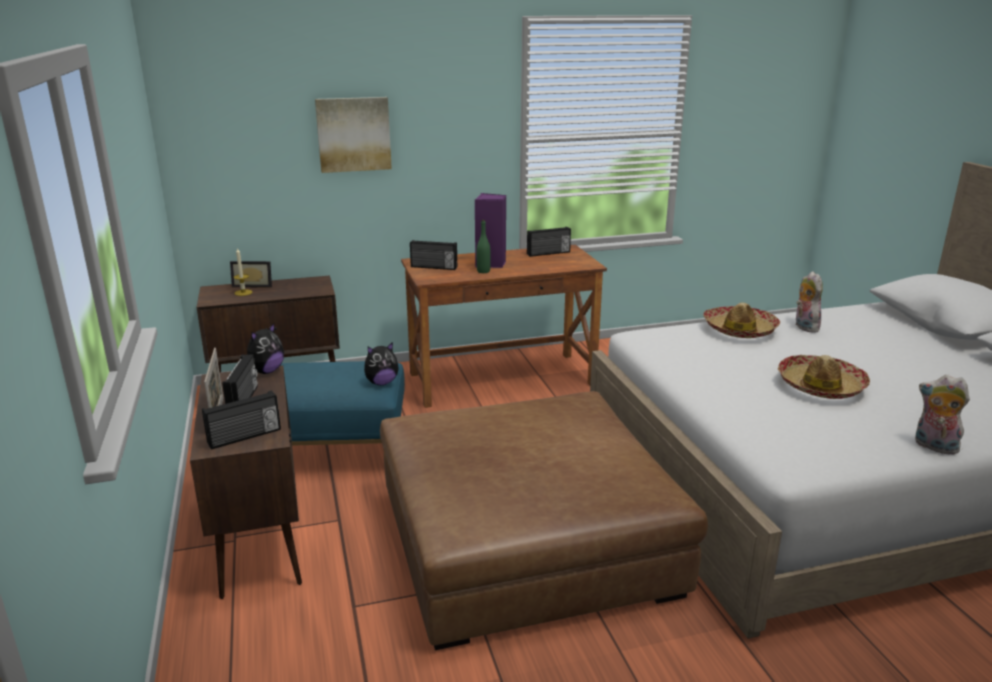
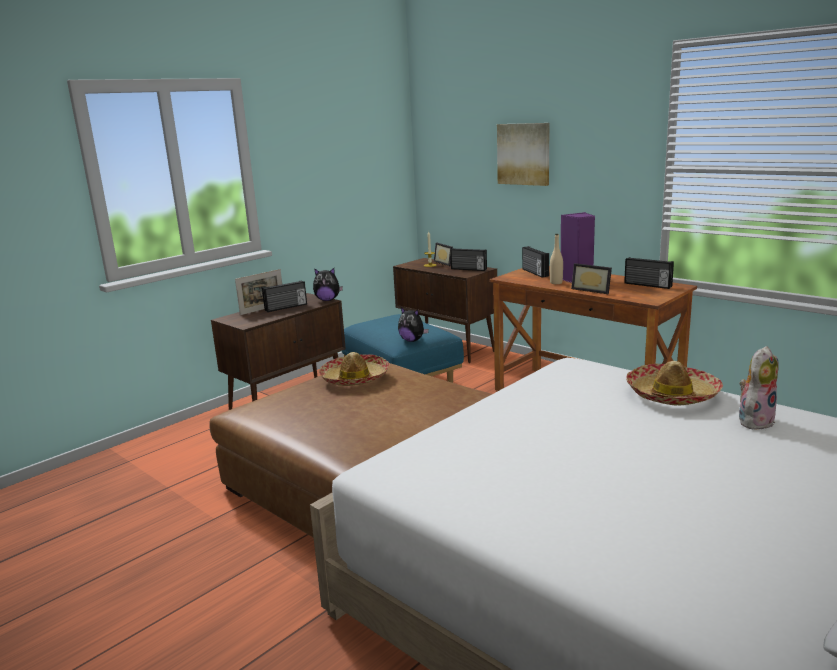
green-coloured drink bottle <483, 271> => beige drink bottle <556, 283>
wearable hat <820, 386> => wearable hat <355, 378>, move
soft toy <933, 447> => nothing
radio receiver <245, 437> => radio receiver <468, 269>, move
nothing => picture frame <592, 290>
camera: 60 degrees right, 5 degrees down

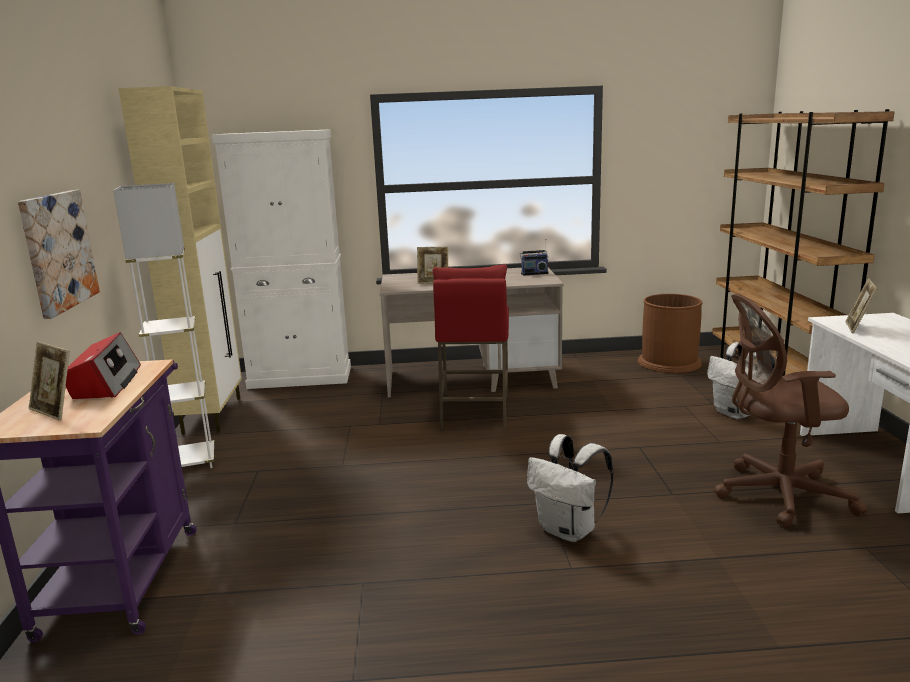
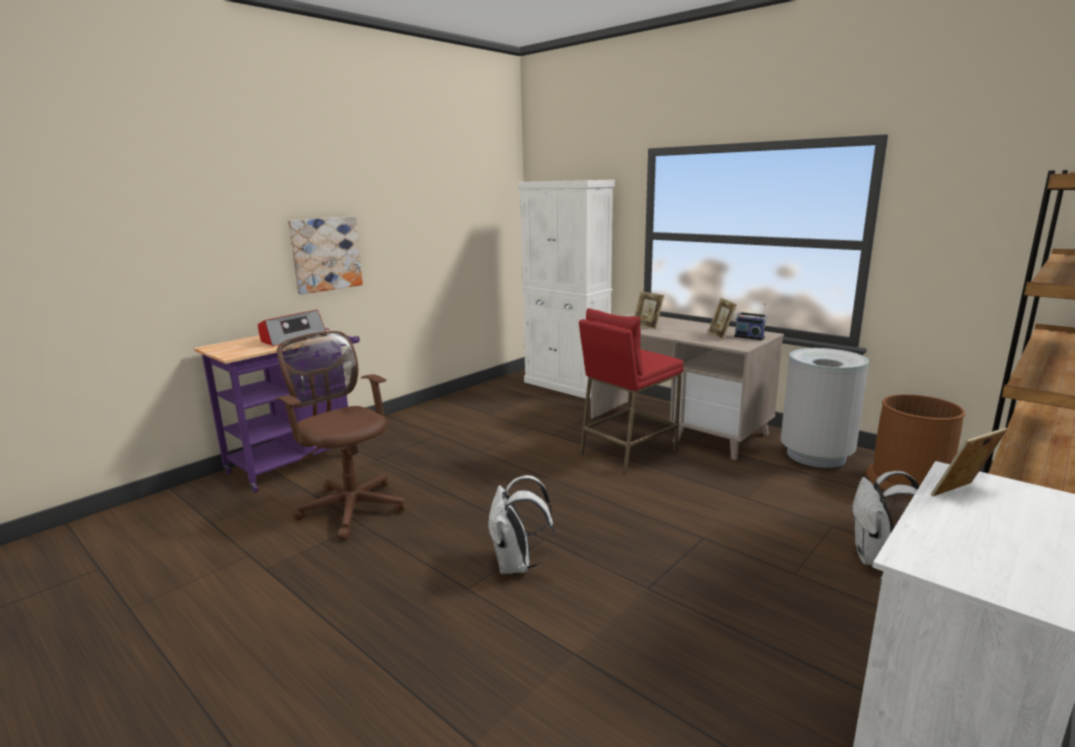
beige storage cabinet <213, 415> => nothing
white-coloured standard lamp <190, 462> => nothing
brown computer chair <776, 495> => brown computer chair <350, 506>, move
picture frame <55, 411> => picture frame <720, 336>, move
nothing => grey trash can <816, 455>
camera: 45 degrees right, 0 degrees up

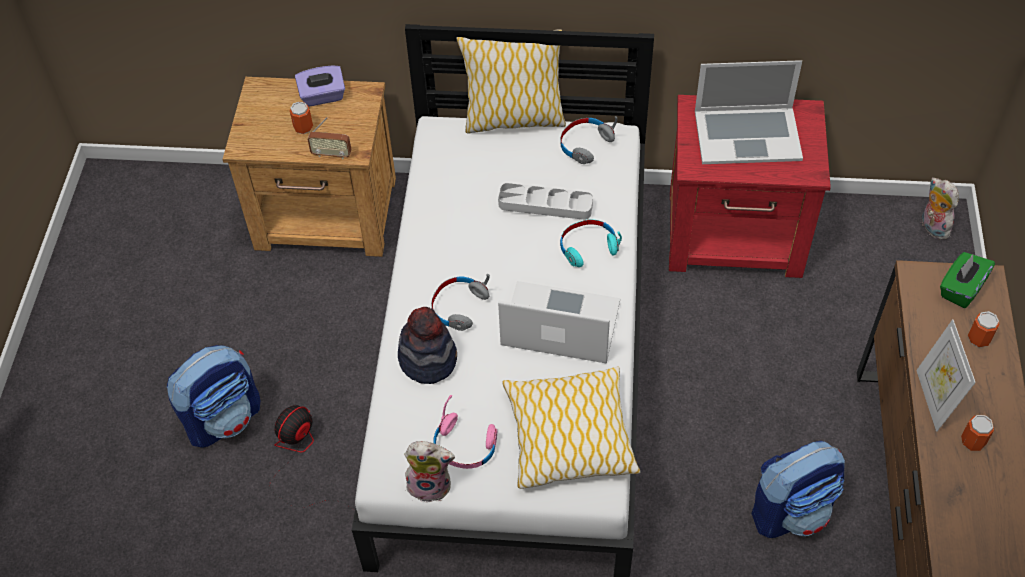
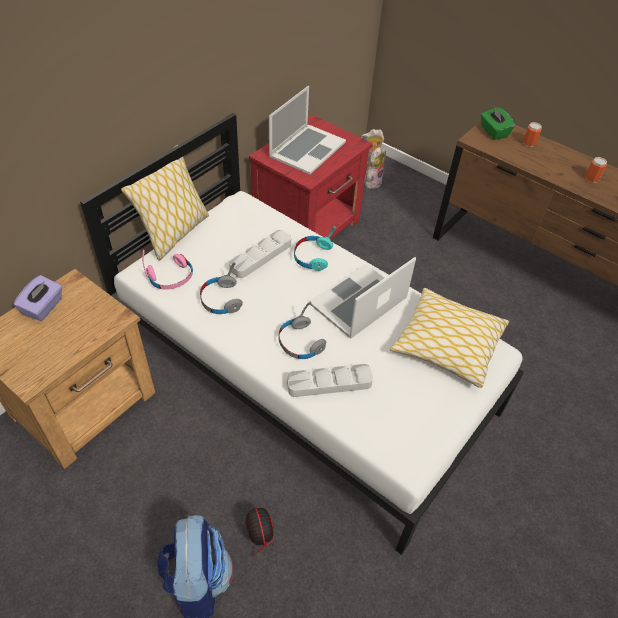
metal can <303, 127> => nothing
grey headphones <585, 144> => grey headphones <220, 300>, move
radio receiver <331, 154> => nothing
wearable hat <428, 359> => grey serving tray <329, 383>
picture frame <933, 399> => nothing
pinkish headphones <465, 446> => pinkish headphones <171, 277>, move
soft toy <431, 484> => soft toy <372, 182>, move
backpack <791, 510> => nothing
camera: 60 degrees left, 5 degrees down

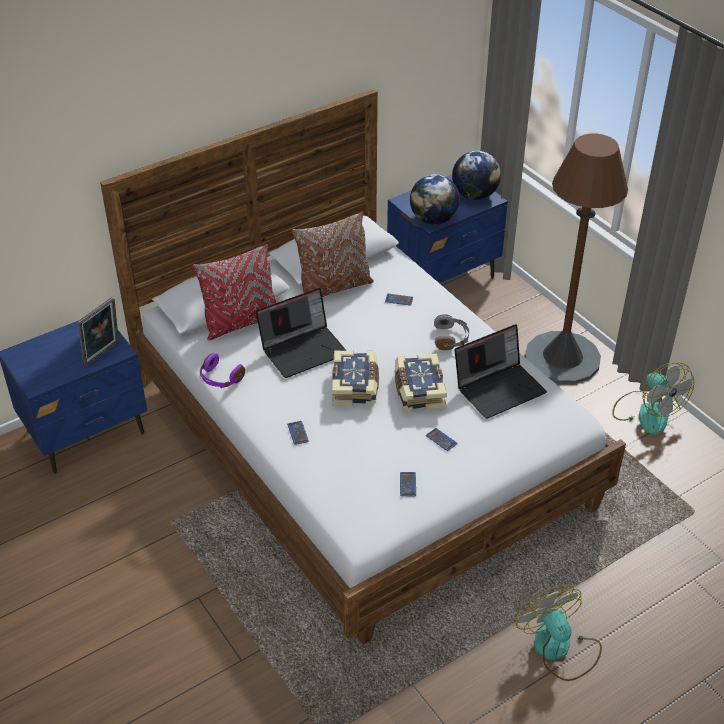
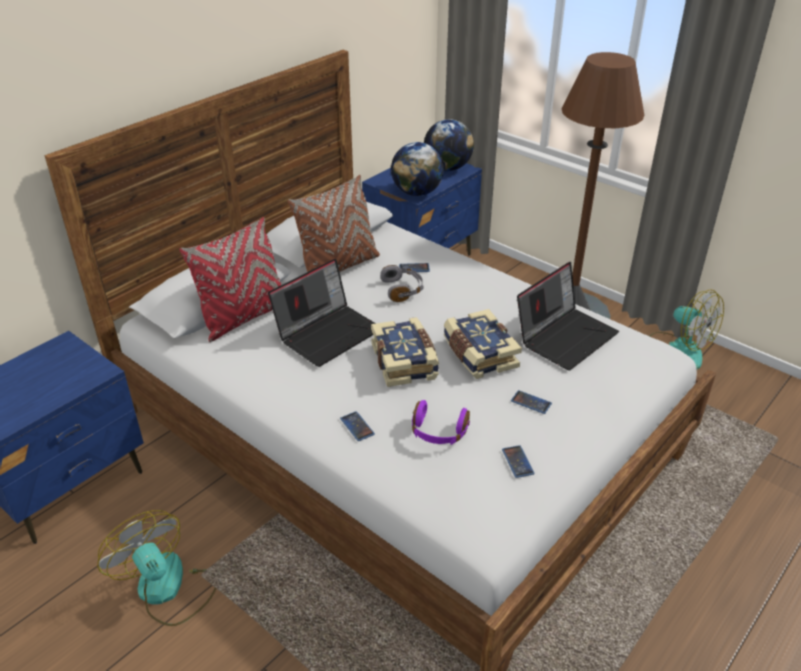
picture frame <103, 354> => nothing
grey headphones <451, 338> => grey headphones <402, 290>, move
purple-coloured headphones <220, 378> => purple-coloured headphones <438, 432>, move
fan <559, 648> => fan <168, 589>, move
camera: 15 degrees left, 5 degrees down

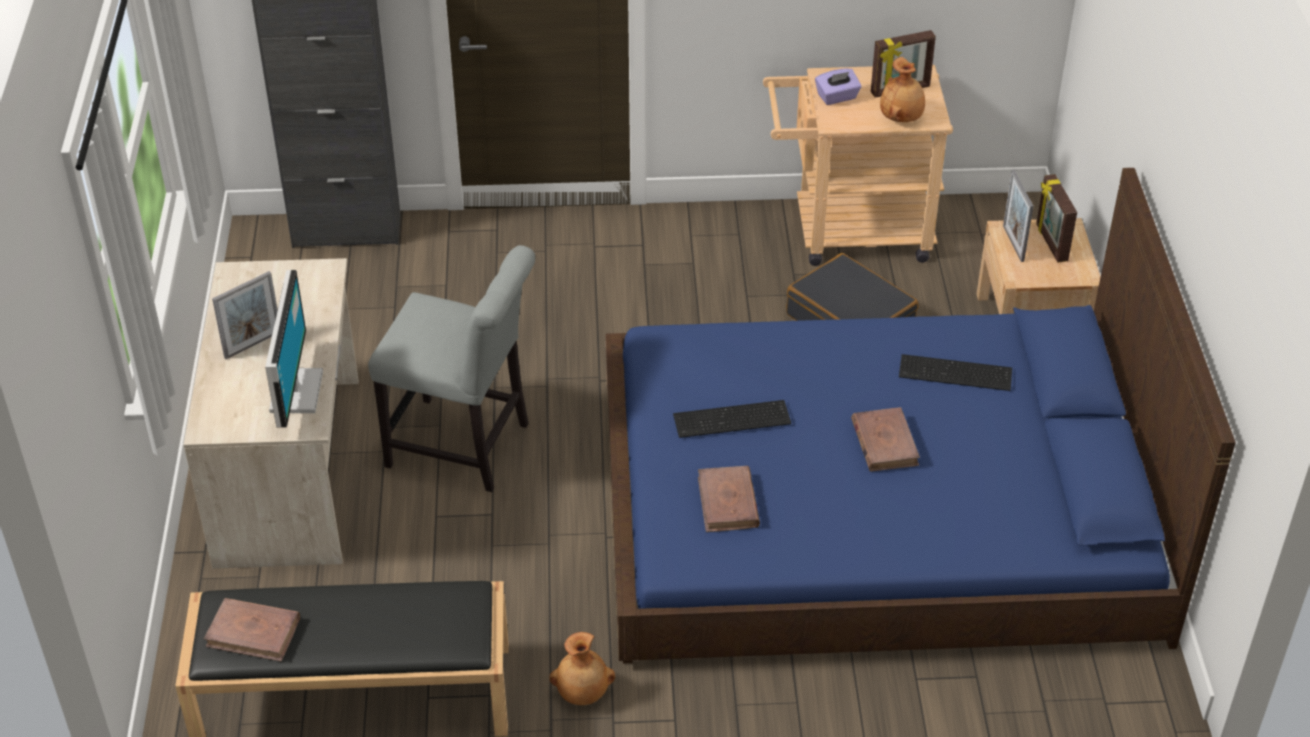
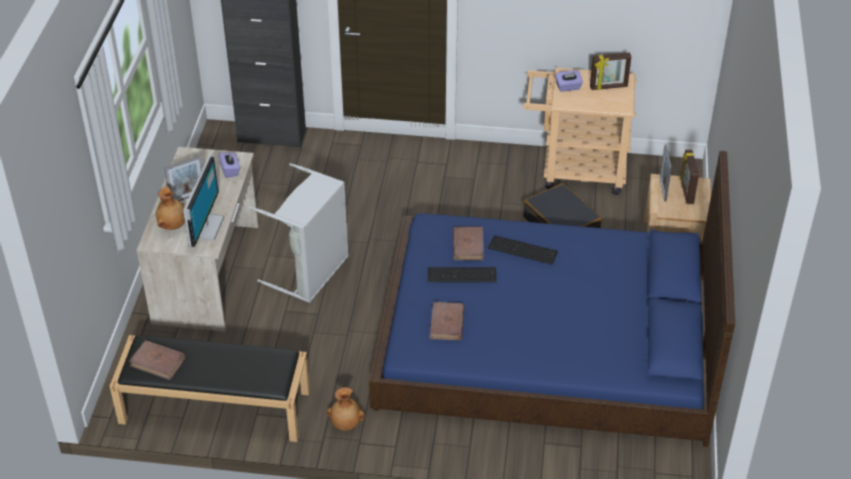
brown flower vase <901, 118> => brown flower vase <173, 225>, move
grey chair <465, 447> => grey washing basket <311, 273>
computer keyboard <956, 374> => computer keyboard <523, 251>, move
brown bound book <884, 442> => brown bound book <468, 245>, move
nothing => purple-coloured tissue box <230, 170>
camera: 10 degrees right, 0 degrees up

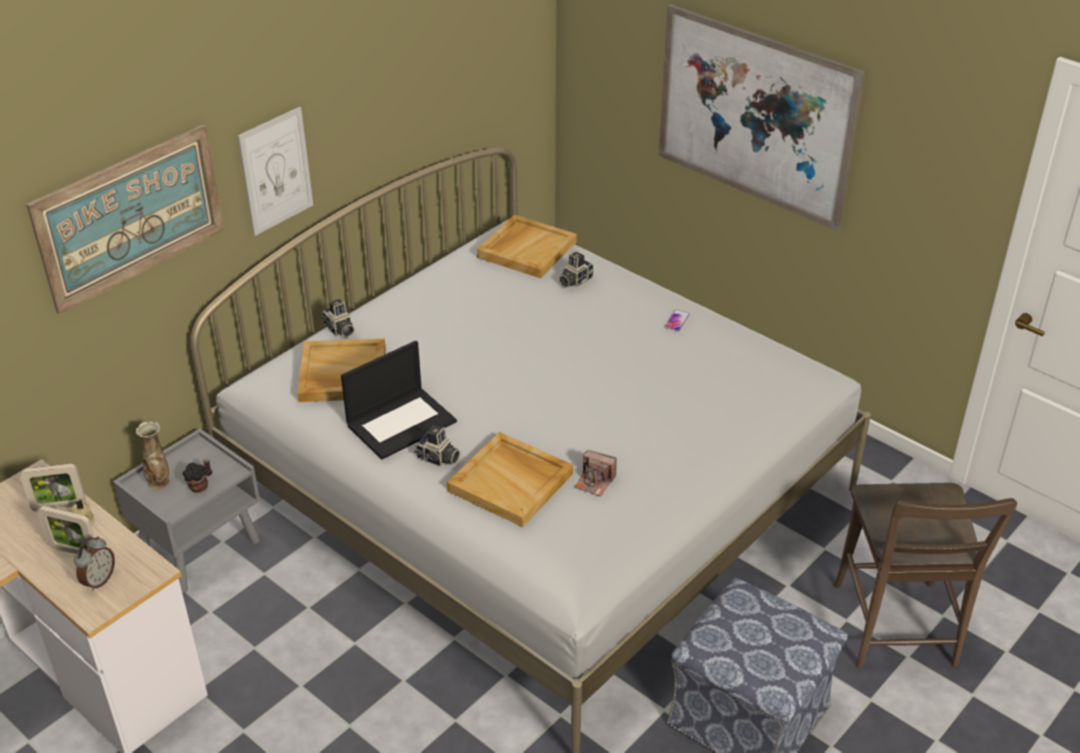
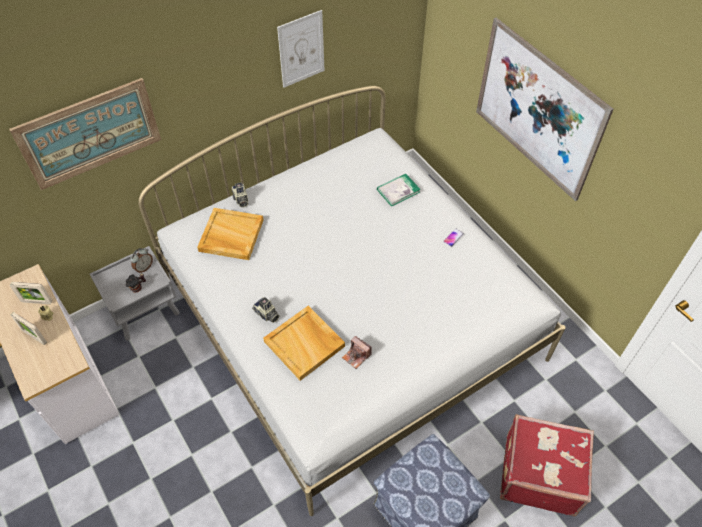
wall picture <276, 171> => wall picture <301, 49>, move
beige serving tray <526, 249> => nothing
photo camera <574, 280> => bound book <398, 191>
portable computer <401, 422> => nothing
flower vase <159, 482> => nothing
brown chair <896, 631> => red-coloured suitcase <539, 473>
table clock <99, 580> => table clock <144, 267>, move
camera: 15 degrees right, 15 degrees up

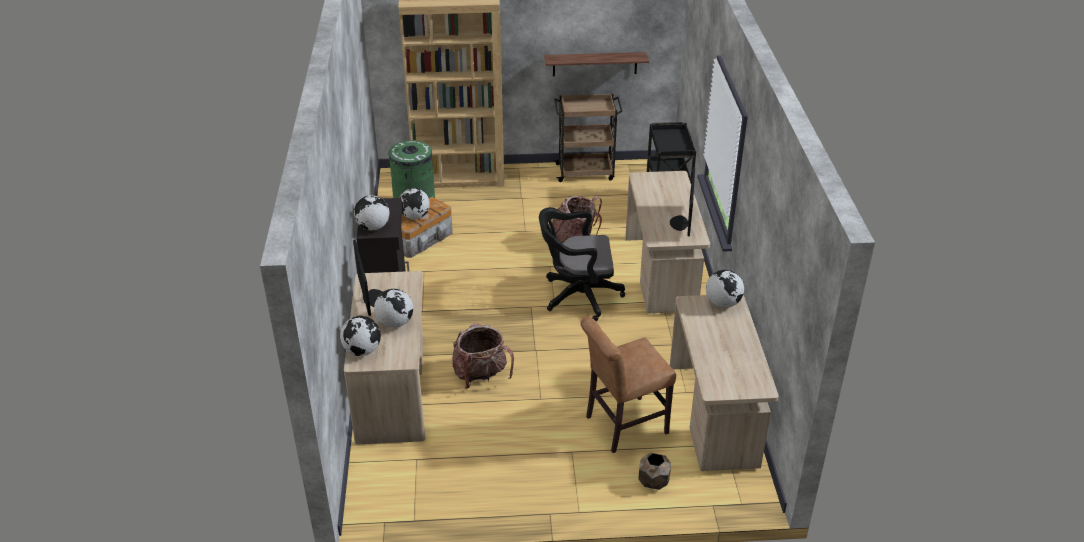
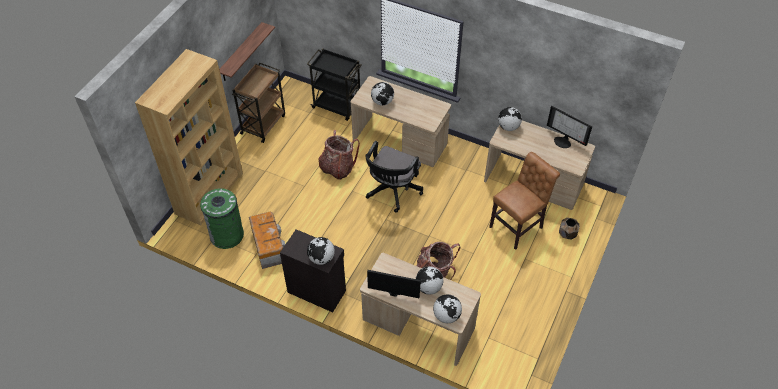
computer display <682, 223> => computer display <563, 141>, move
globe <415, 217> => globe <382, 102>, move
brown chair <622, 426> => brown chair <518, 226>, 135 degrees counterclockwise
camera: 60 degrees left, 15 degrees up

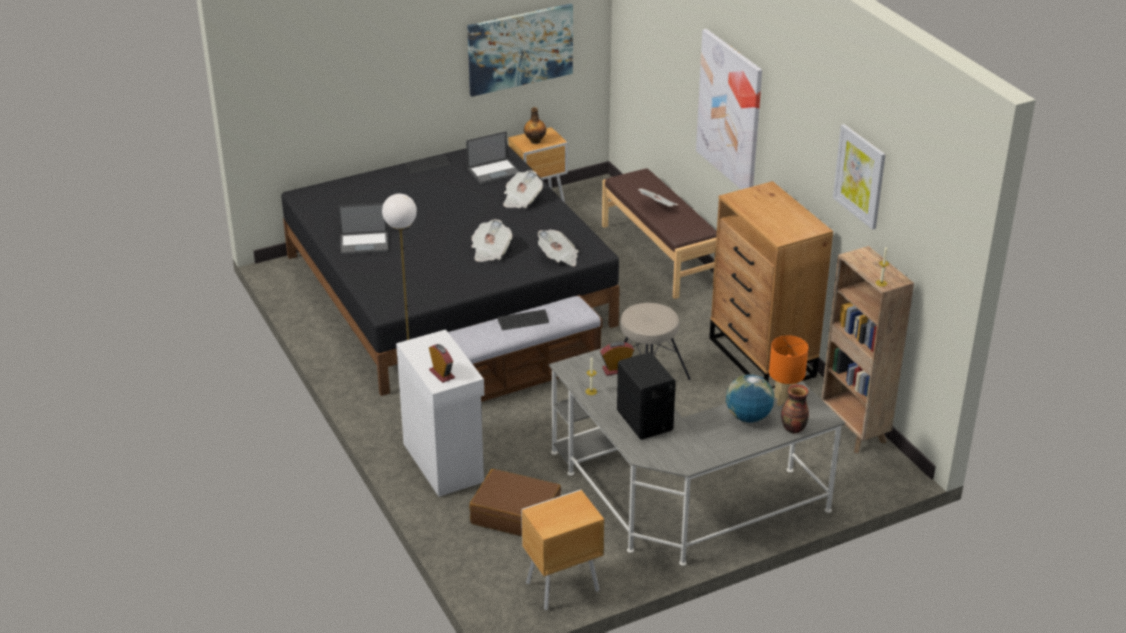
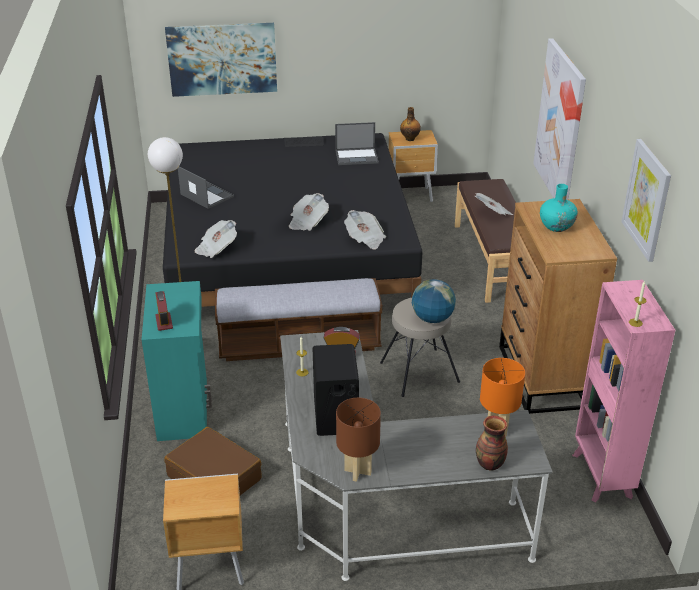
wall picture <520, 49> => wall picture <222, 59>, move
newspaper <521, 200> => newspaper <216, 248>, move
portable computer <365, 243> => portable computer <206, 195>, 150 degrees counterclockwise
brown shelving unit <853, 431> => pinkish shelving unit <602, 477>
computer keyboard <523, 321> => nothing
white-coloured storage cabinet <444, 461> => blue-green storage cabinet <184, 408>
globe <748, 417> => globe <432, 319>, move
nothing => blue-green flower vase <556, 226>
nothing => brown lamp for a table <358, 472>
camera: 20 degrees right, 0 degrees up

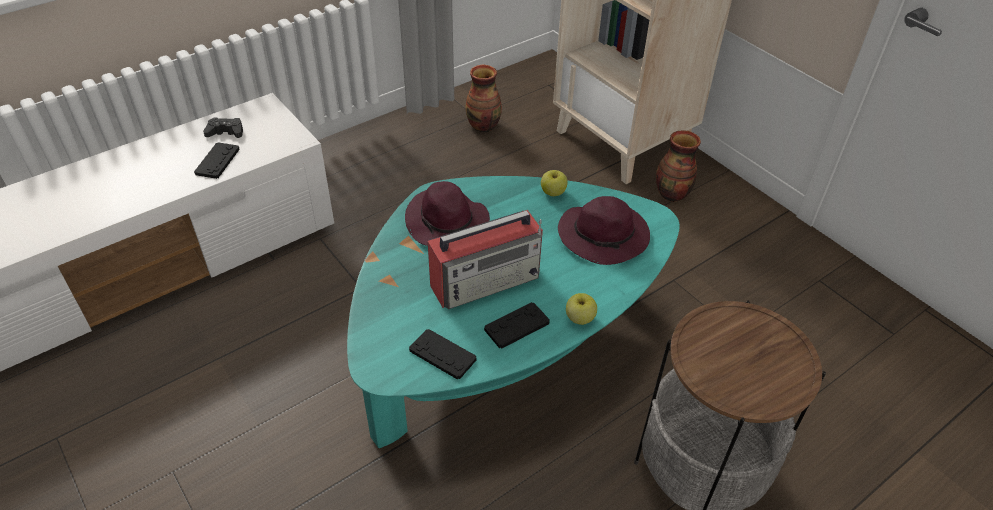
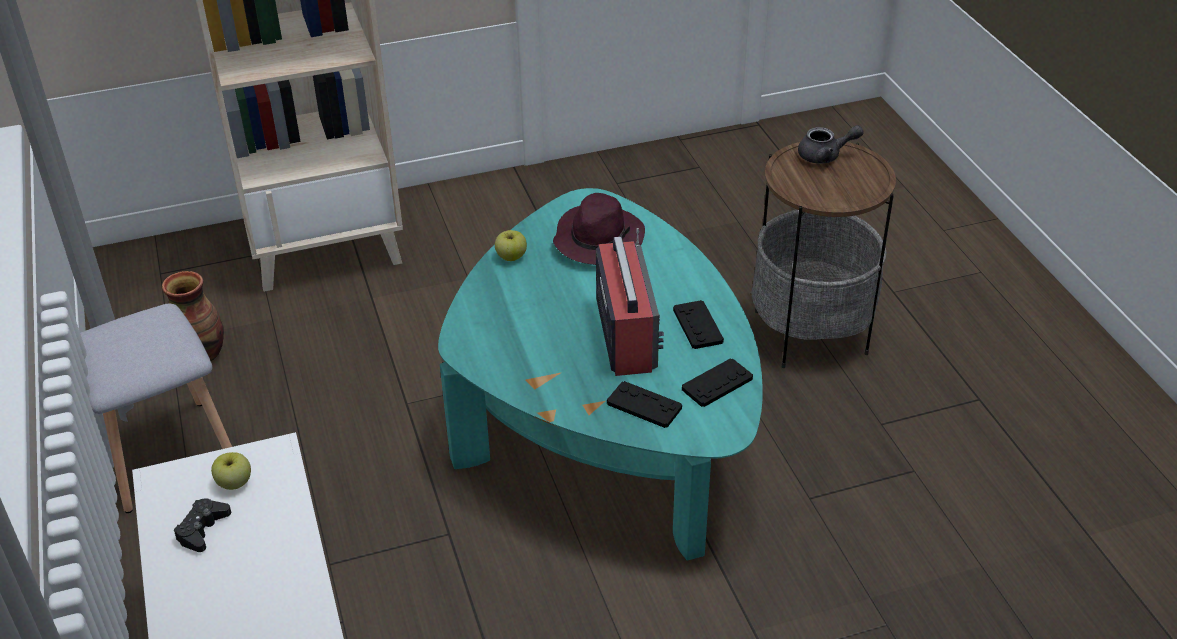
flower vase <672, 194> => nothing
blackish gamepad <217, 161> => blackish gamepad <644, 406>, move
purple-coloured wearable hat <447, 223> => nothing
apple fruit <579, 318> => apple fruit <234, 483>, move
nothing => grey teapot <825, 156>
nothing => grey stool <167, 453>
camera: 70 degrees left, 5 degrees down

